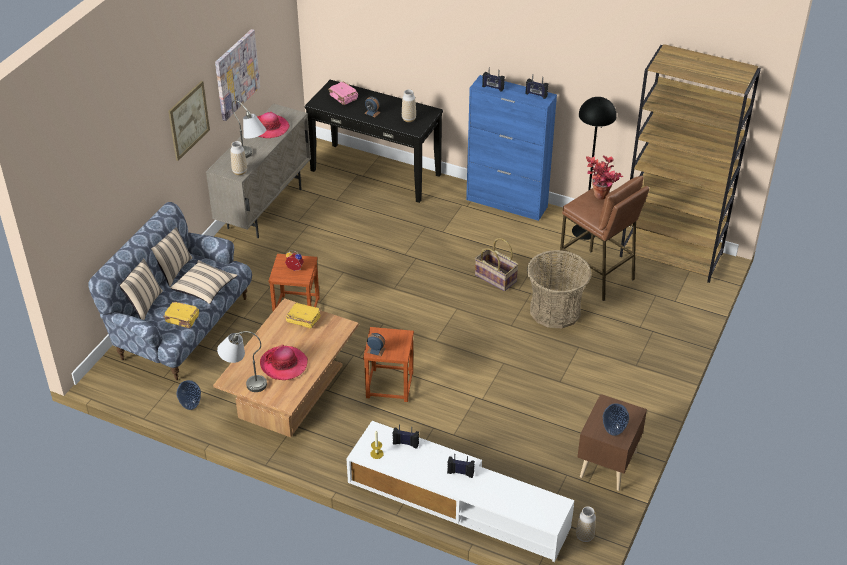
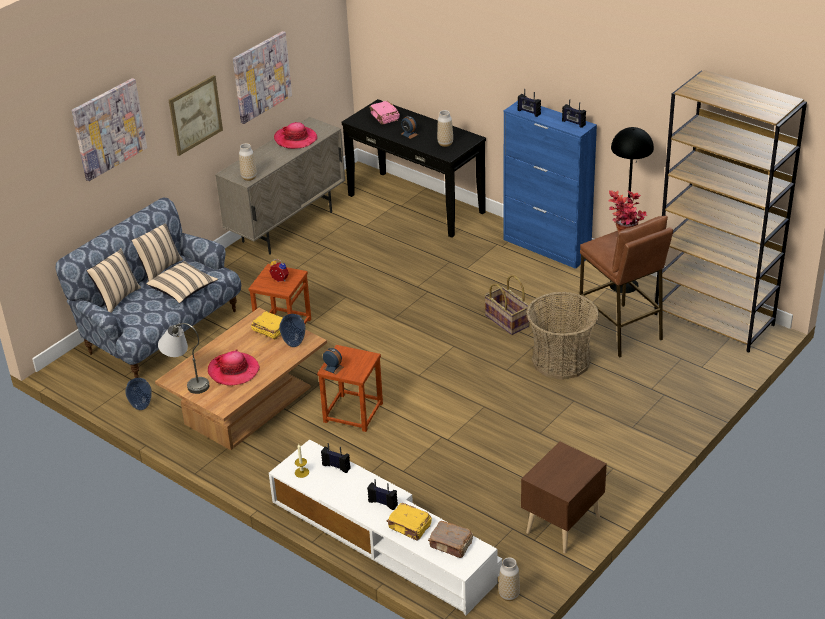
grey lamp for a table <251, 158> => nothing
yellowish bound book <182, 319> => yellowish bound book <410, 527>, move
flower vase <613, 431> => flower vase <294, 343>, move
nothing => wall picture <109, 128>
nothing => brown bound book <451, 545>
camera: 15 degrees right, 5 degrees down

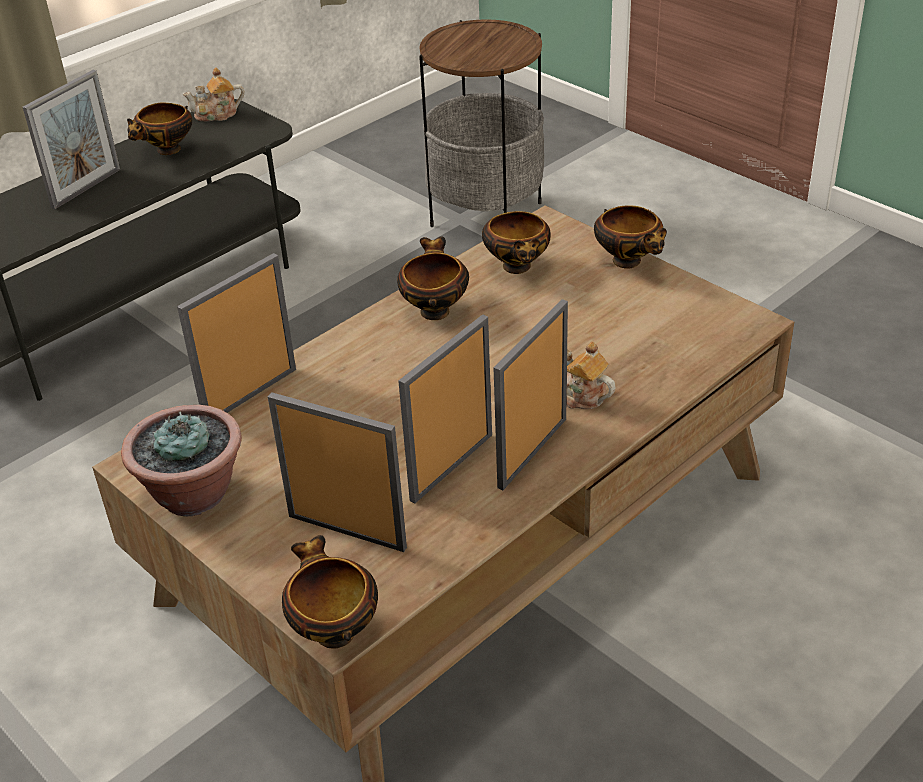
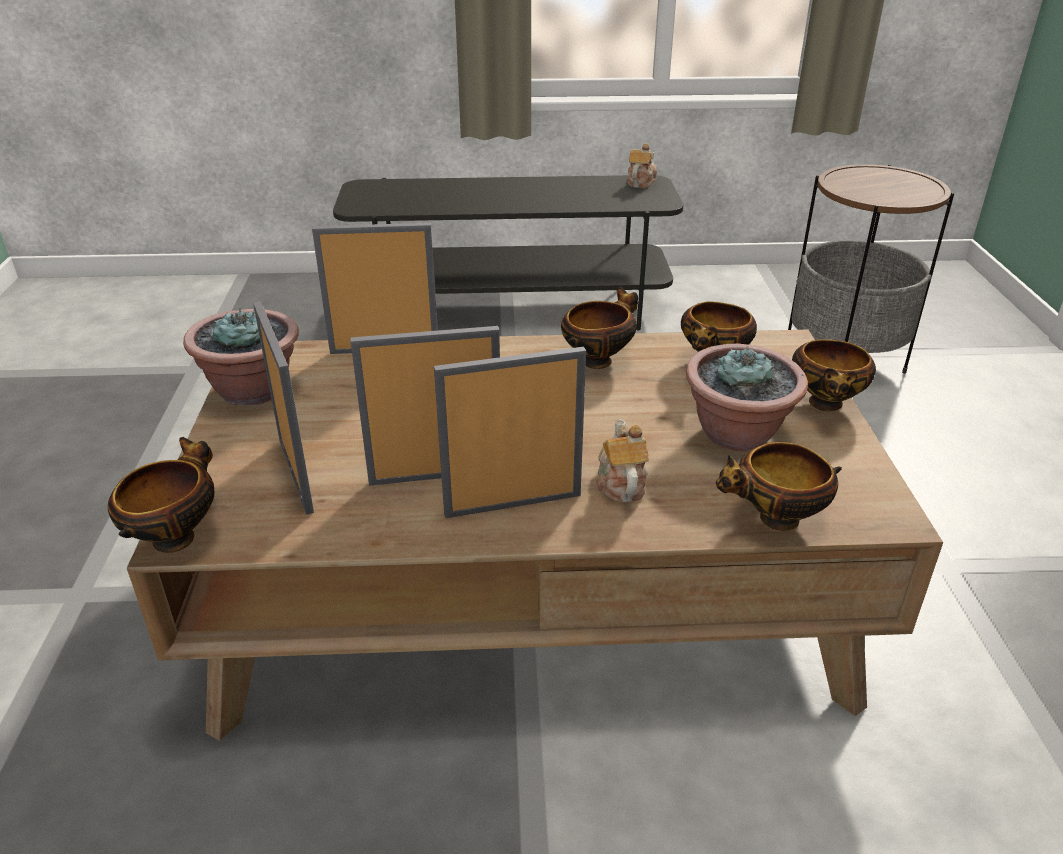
teapot <217, 114> => teapot <640, 182>, 90 degrees clockwise
picture frame <86, 188> => nothing
serving bowl <167, 151> => serving bowl <775, 520>, move
nothing => potted plant <737, 434>
camera: 40 degrees right, 5 degrees down

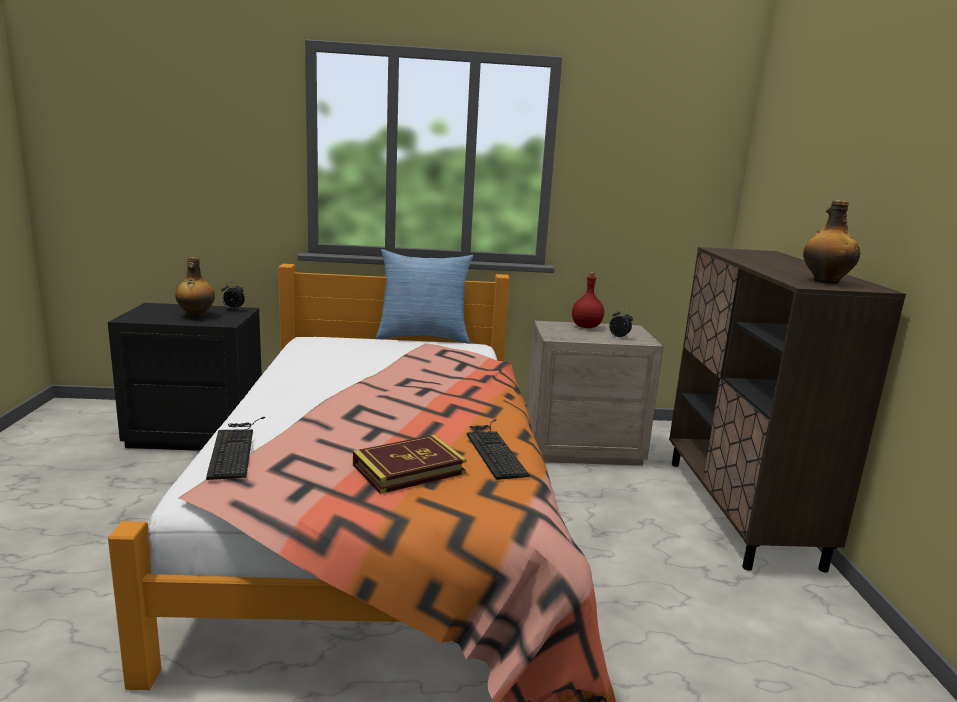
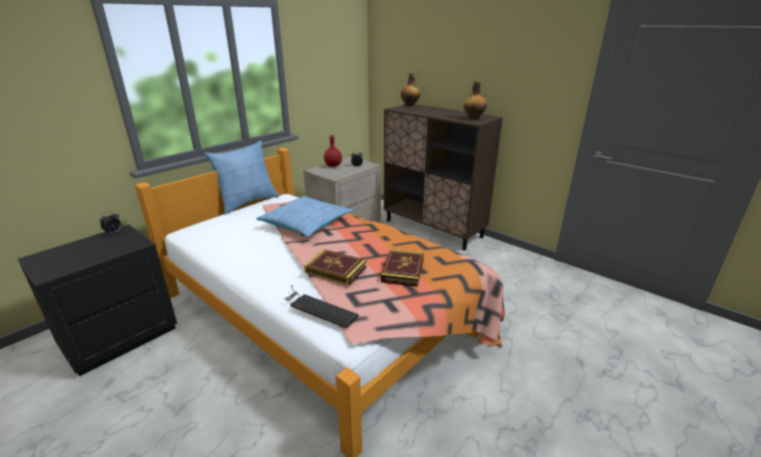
drink bottle <196, 316> => drink bottle <410, 105>, move
computer keyboard <494, 449> => nothing
nothing => pillow <306, 223>
nothing => bound book <336, 270>
camera: 45 degrees left, 10 degrees up

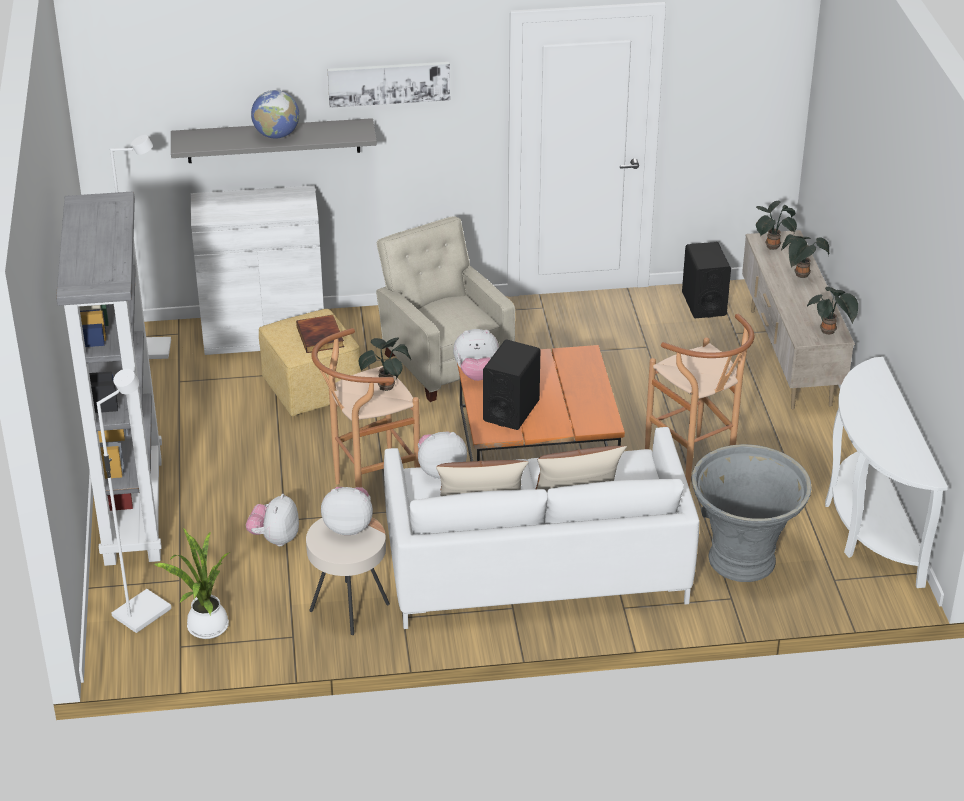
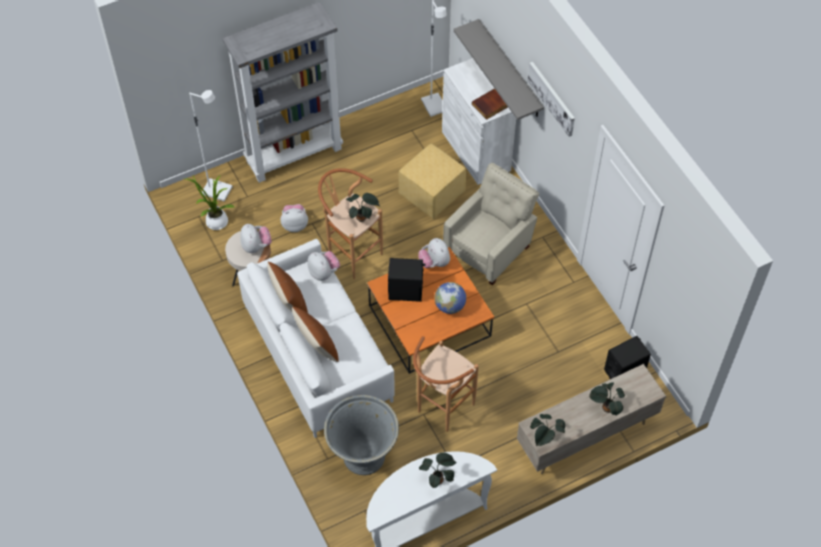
globe <276, 135> => globe <450, 306>, move
potted plant <771, 245> => potted plant <438, 479>, move
bound book <321, 337> => bound book <491, 105>, move
camera: 70 degrees right, 20 degrees up

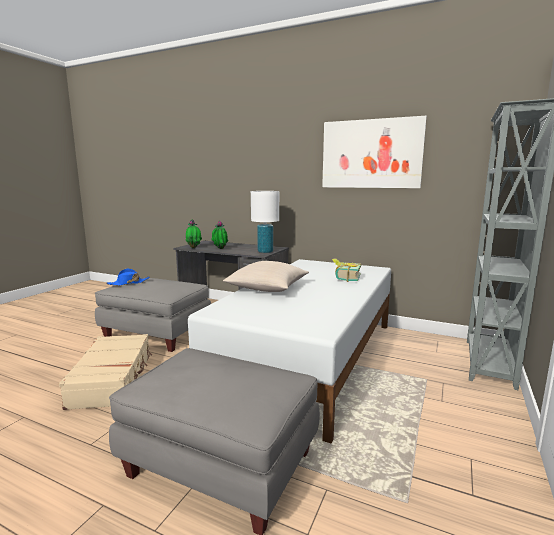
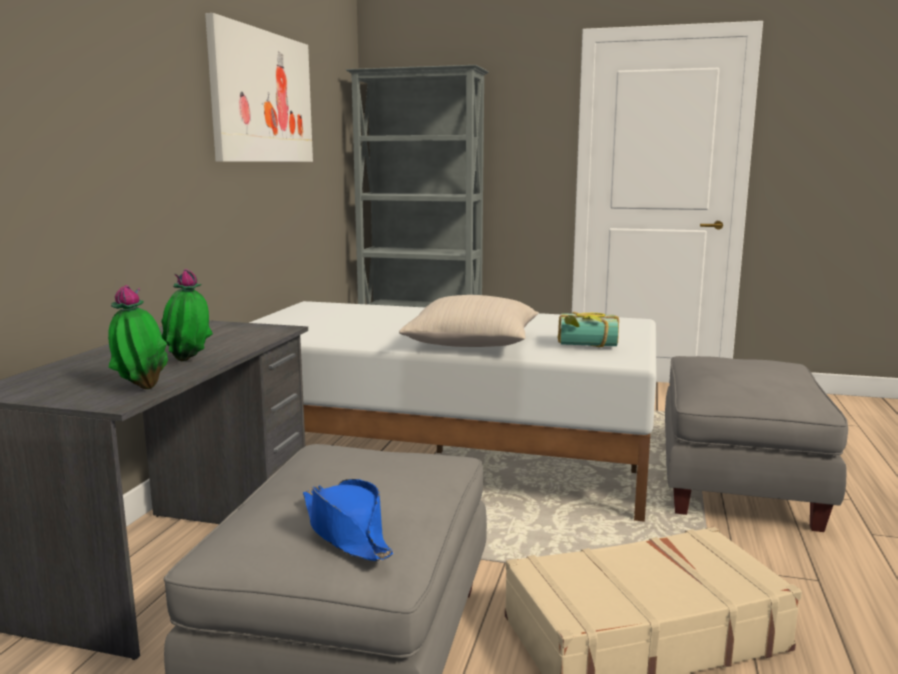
white-coloured lamp for a table <265, 252> => nothing
bound book <344, 278> => bound book <587, 346>, move
camera: 100 degrees left, 0 degrees up

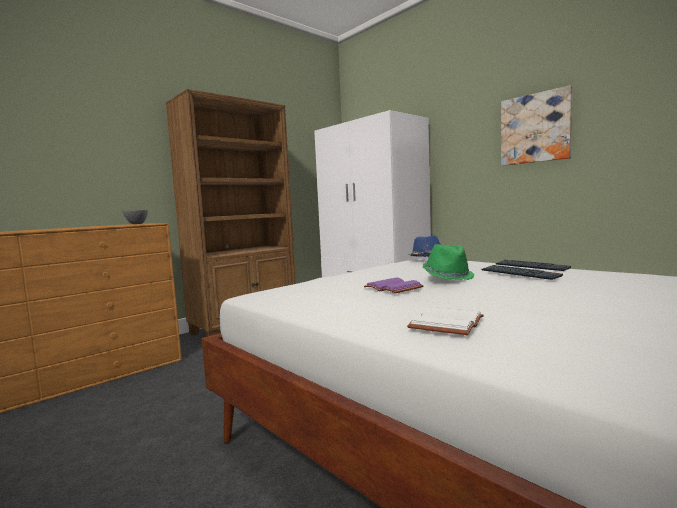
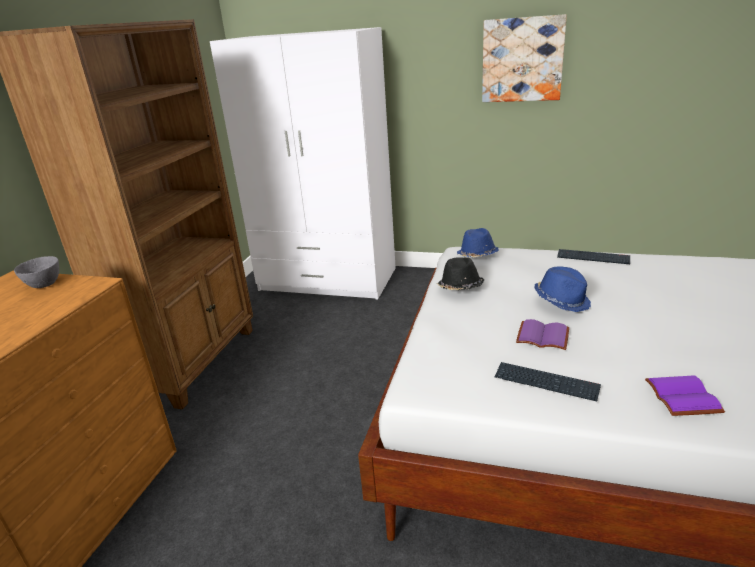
green-coloured wearable hat <448, 276> => blue-coloured wearable hat <562, 300>
computer keyboard <519, 273> => computer keyboard <546, 383>, move
white-coloured bound book <444, 323> => purple-coloured bound book <680, 396>
nothing => blackish wearable hat <460, 287>
camera: 30 degrees left, 20 degrees up

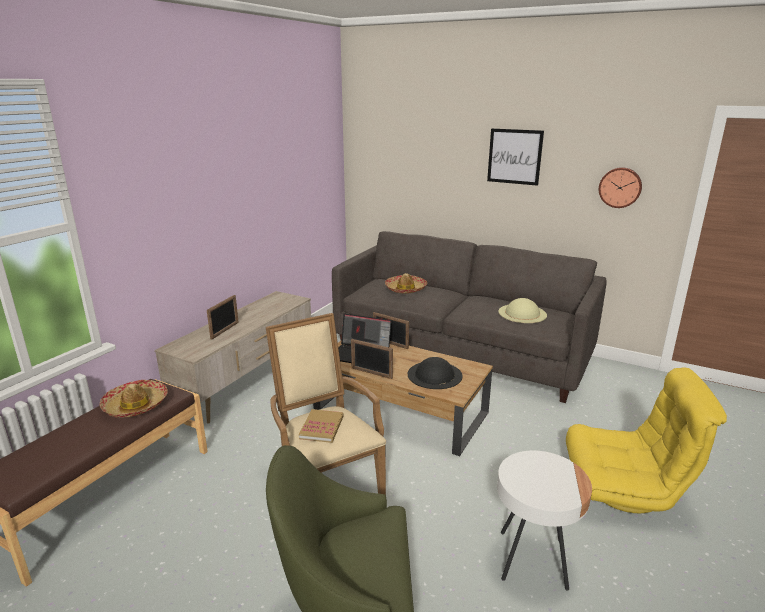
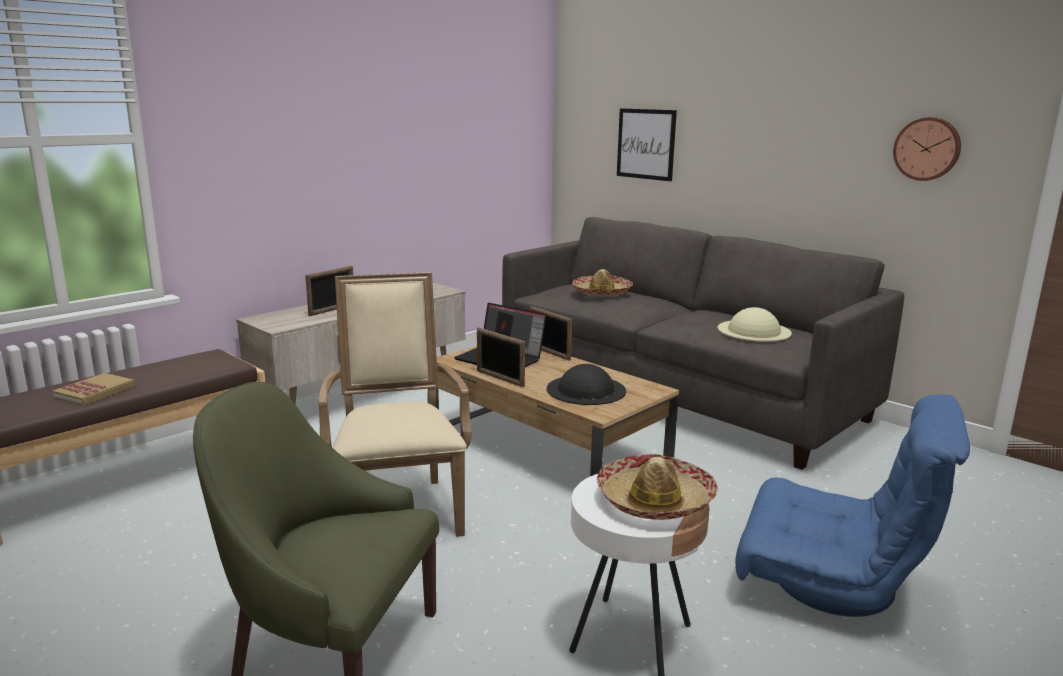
wall picture <514, 156> => wall picture <646, 144>, move
yellowish easy chair <624, 490> => blue-coloured easy chair <831, 585>
wearable hat <135, 405> => wearable hat <655, 500>, move
bound book <322, 427> => bound book <95, 392>, move
camera: 15 degrees right, 5 degrees down

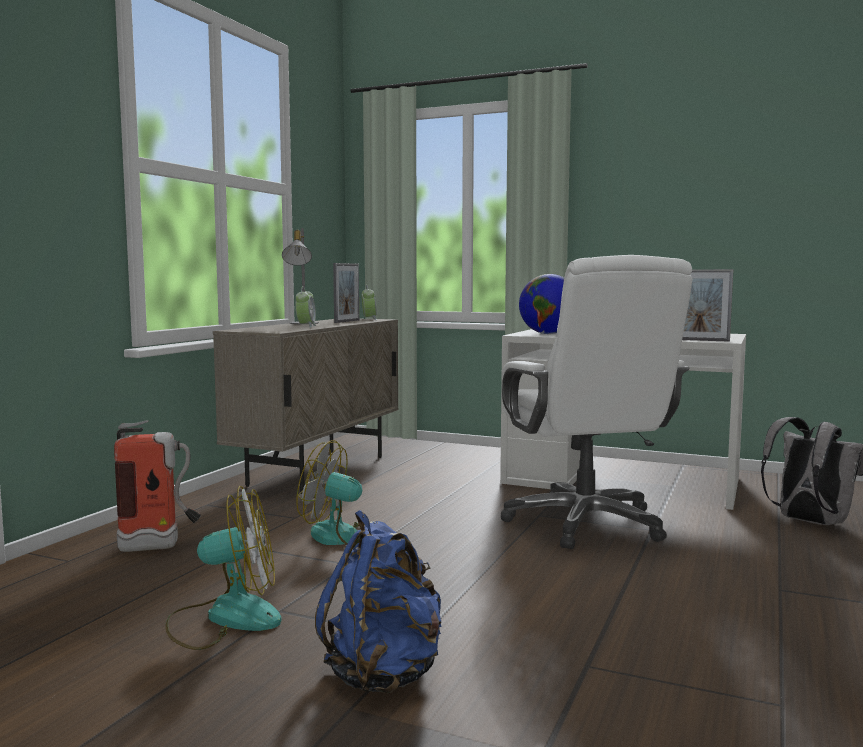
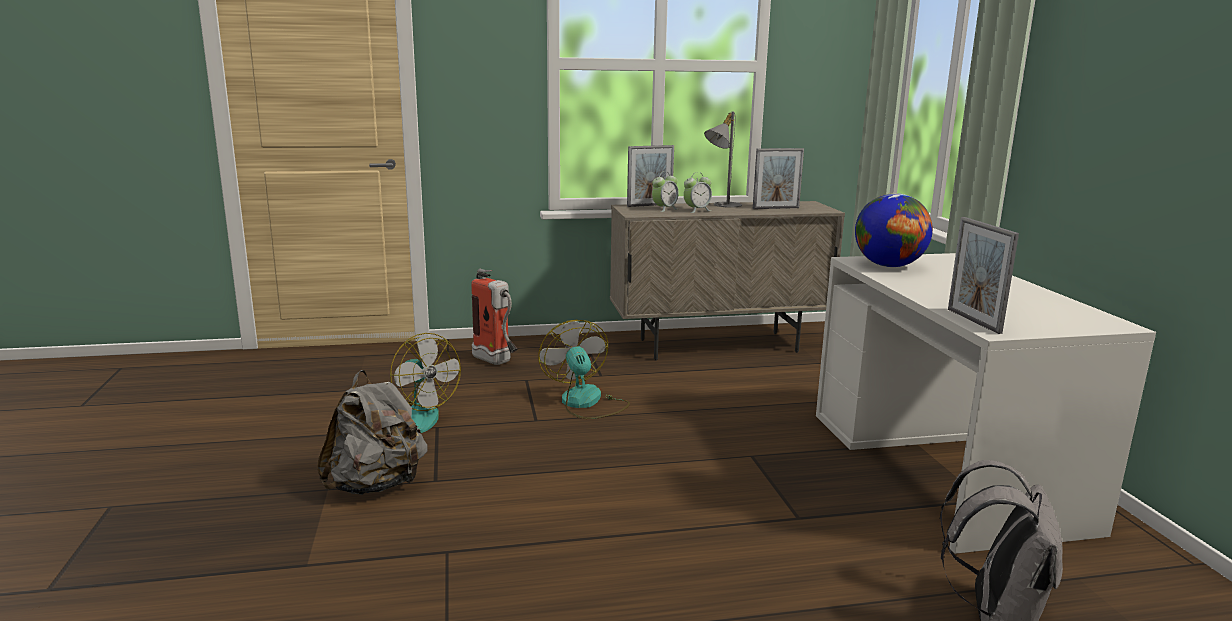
white-coloured computer chair <585, 523> => nothing
table clock <369, 319> => table clock <664, 209>, move
blue-coloured backpack <385, 674> => grey backpack <376, 485>
nothing => picture frame <649, 205>
camera: 55 degrees right, 10 degrees up

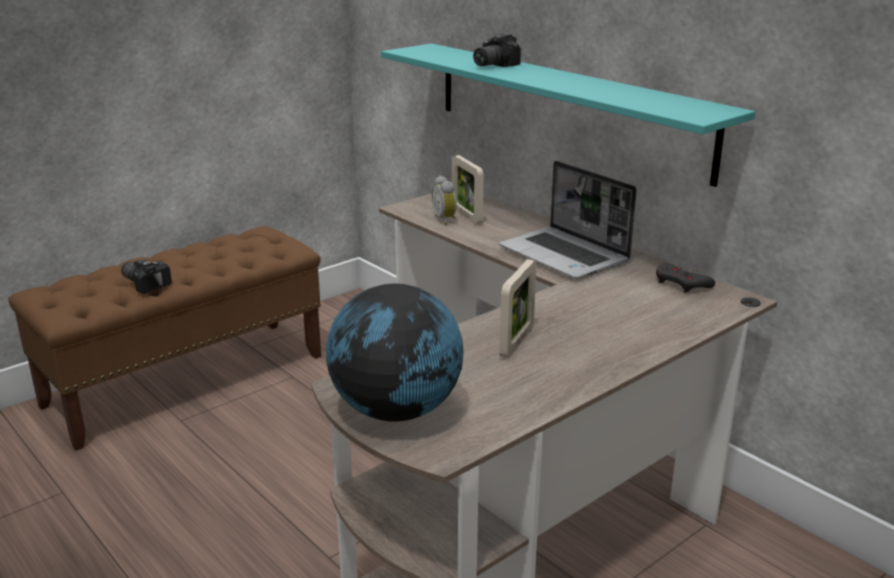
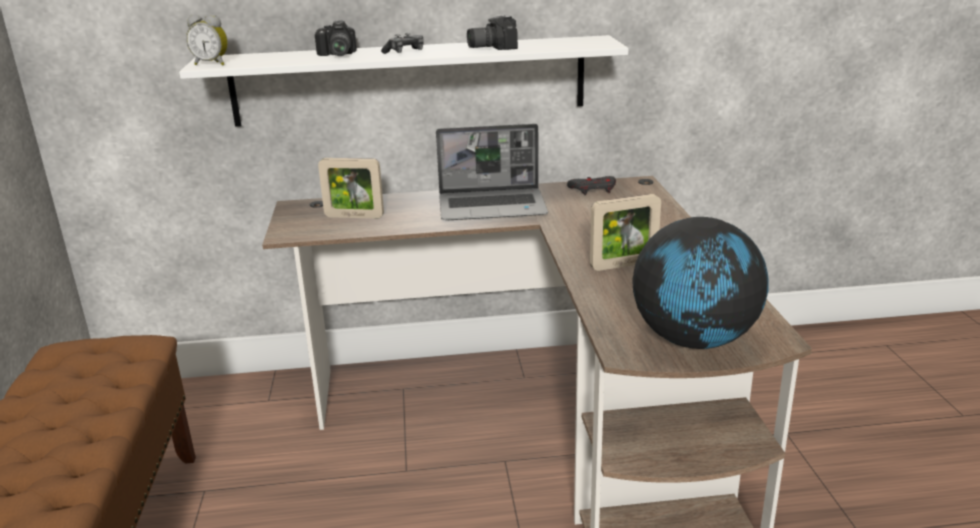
blue-green shelf <566, 108> => white-coloured shelf <410, 81>
table clock <446, 220> => table clock <212, 64>, move
picture frame <516, 342> => picture frame <623, 265>, 105 degrees clockwise
photo camera <146, 283> => photo camera <490, 47>, move
nothing => gamepad <405, 52>
camera: 55 degrees left, 0 degrees up

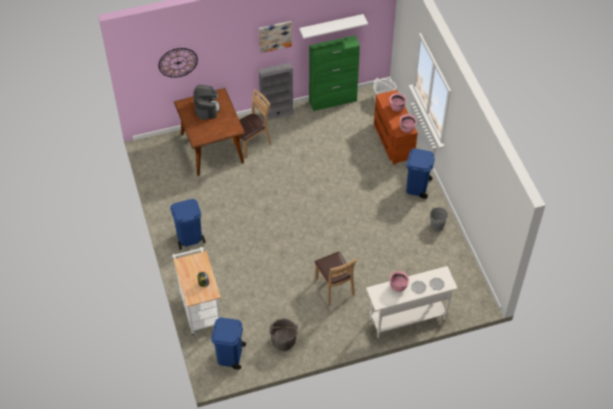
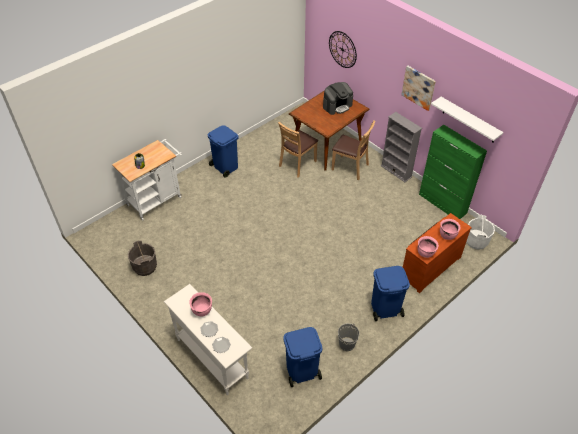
brown chair <334, 287> => brown chair <297, 164>, move
blue-coloured trash can <230, 356> => blue-coloured trash can <301, 371>, move
camera: 65 degrees right, 5 degrees down

